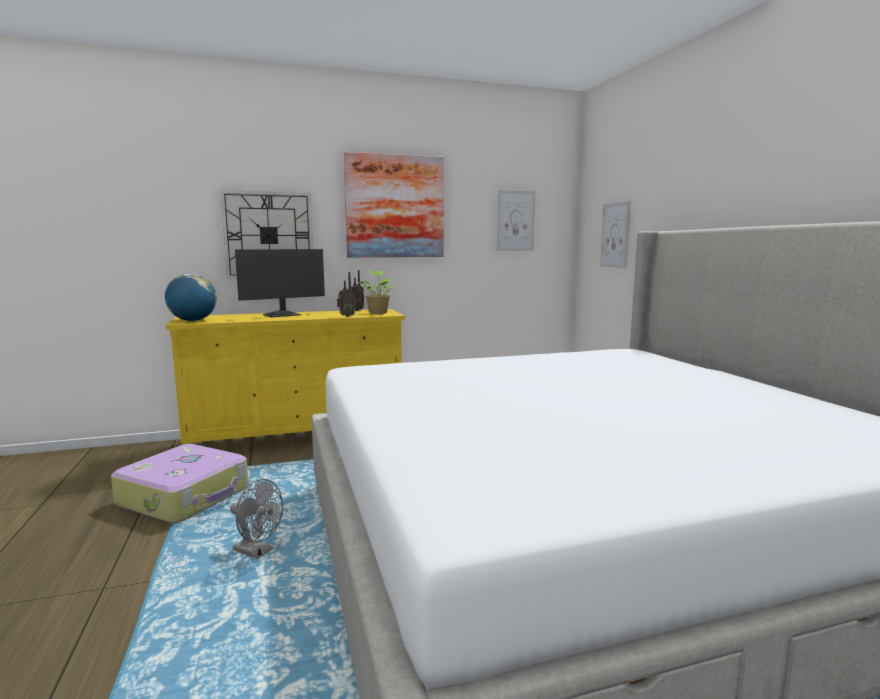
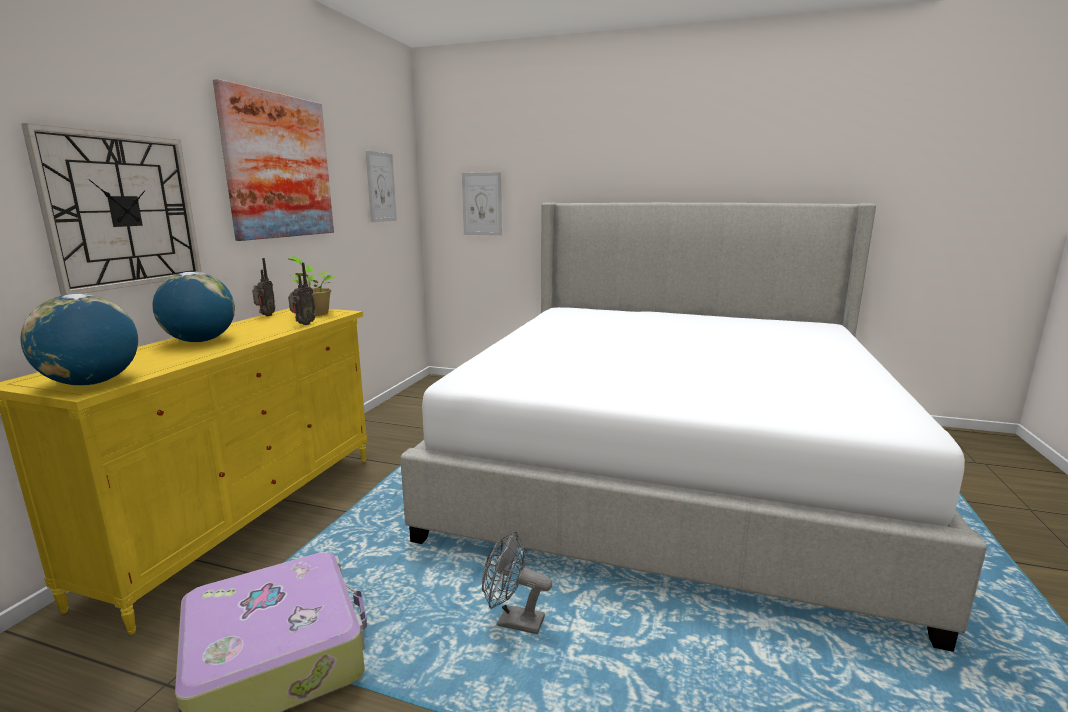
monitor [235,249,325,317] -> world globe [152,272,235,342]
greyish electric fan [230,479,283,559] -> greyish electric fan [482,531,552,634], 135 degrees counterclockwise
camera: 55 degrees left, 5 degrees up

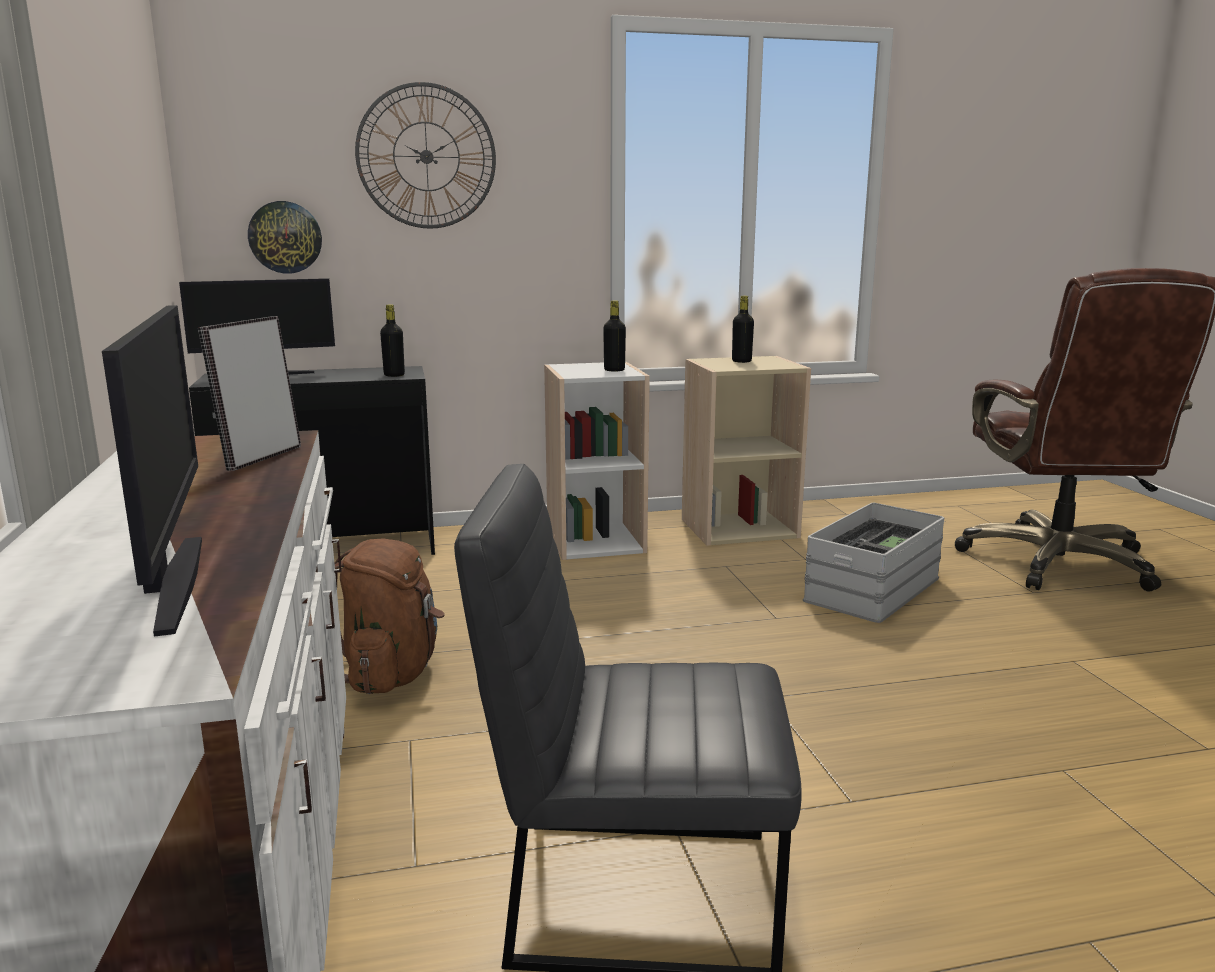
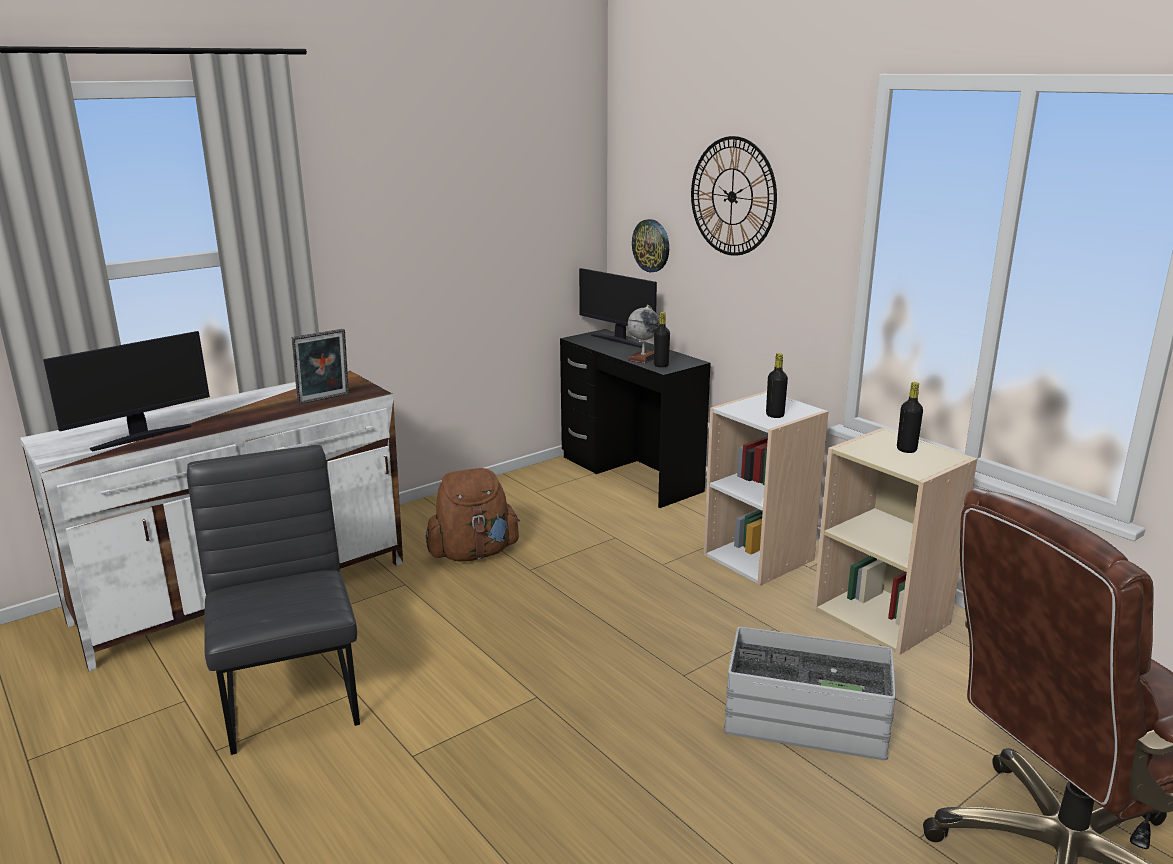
none -> world globe [627,305,659,363]
picture frame [198,316,301,471] -> picture frame [291,329,349,405], 150 degrees clockwise
camera: 65 degrees right, 5 degrees up

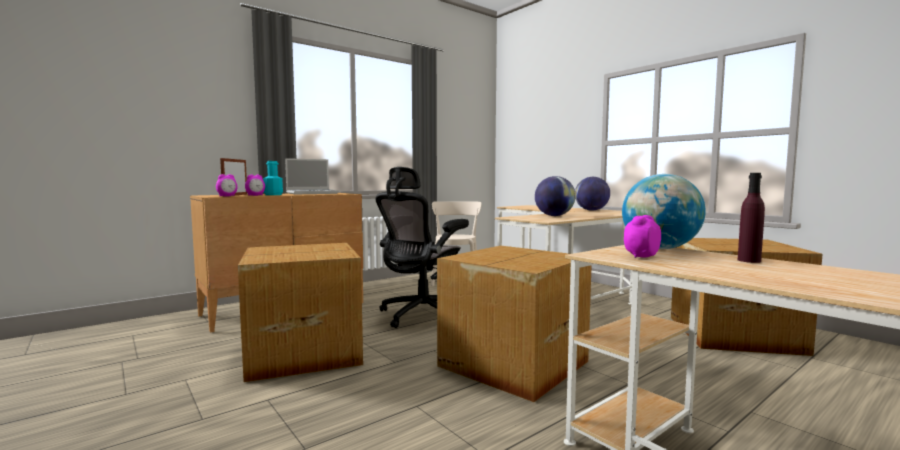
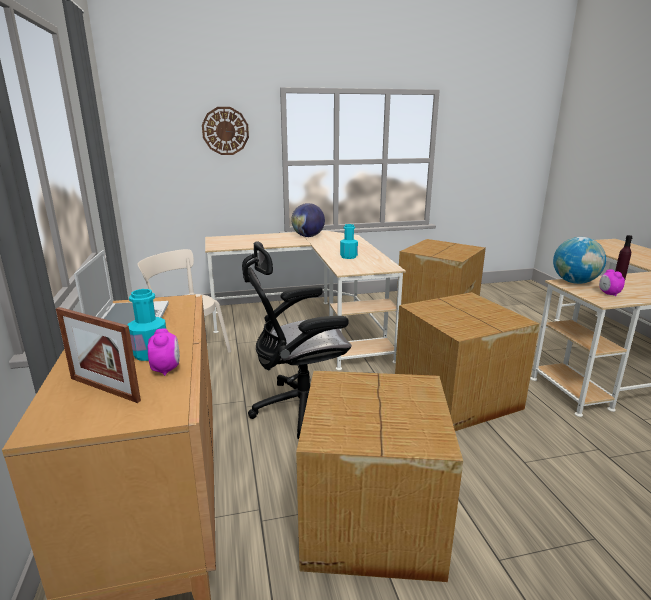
bedside clock [216,174,238,197] -> none
none -> clock on the wall [202,107,249,155]
world globe [535,176,576,216] -> turquoise-coloured drink bottle [340,224,358,259]
office chair [375,167,469,328] -> office chair [242,241,352,439], 105 degrees clockwise
camera: 65 degrees left, 15 degrees up

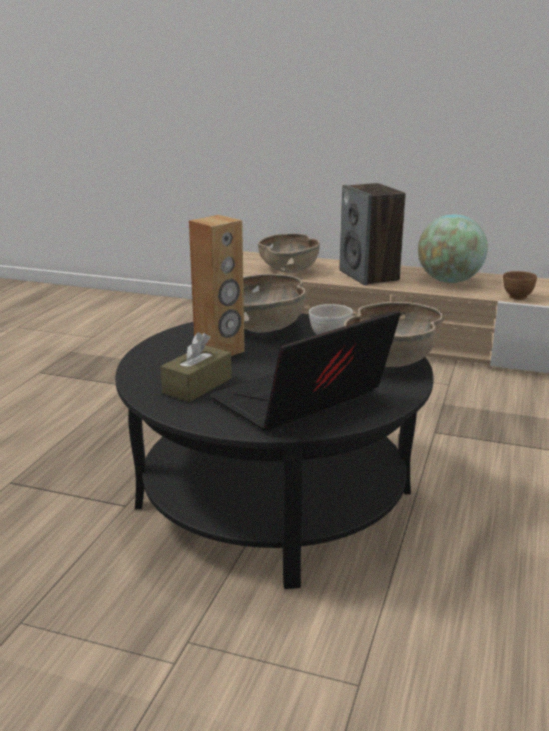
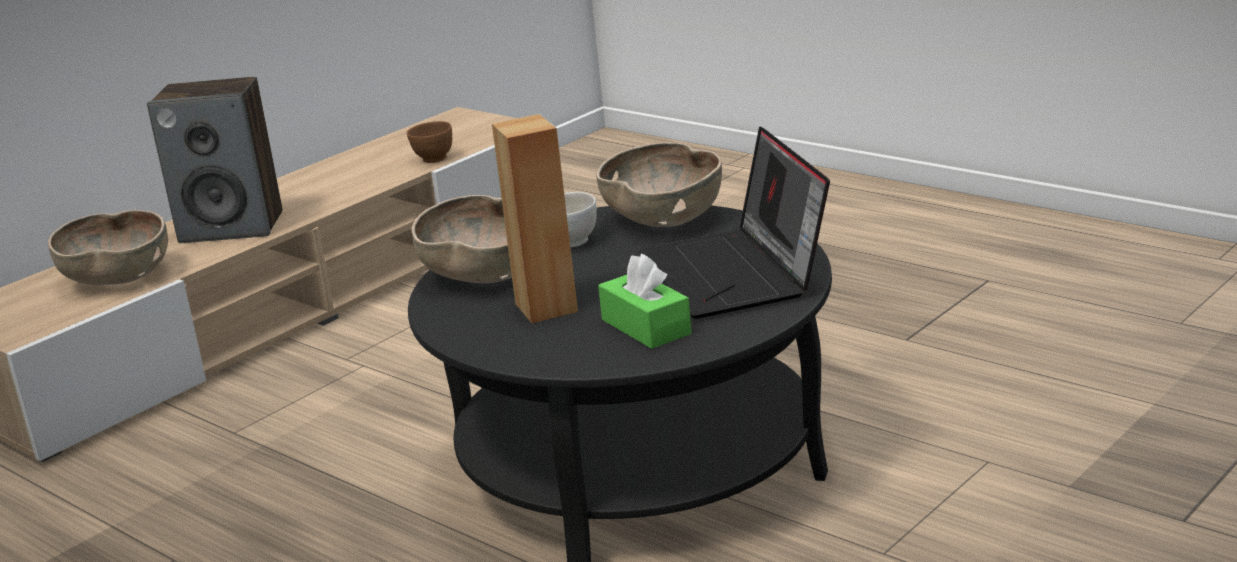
world globe [418,214,488,283] -> none
brown tissue box [160,332,232,402] -> greenish tissue box [598,254,692,349]
camera: 65 degrees left, 0 degrees up

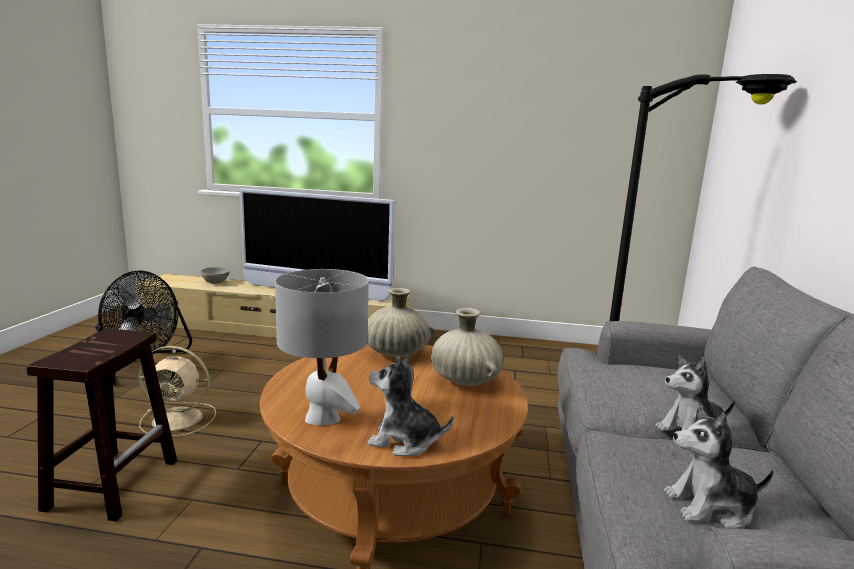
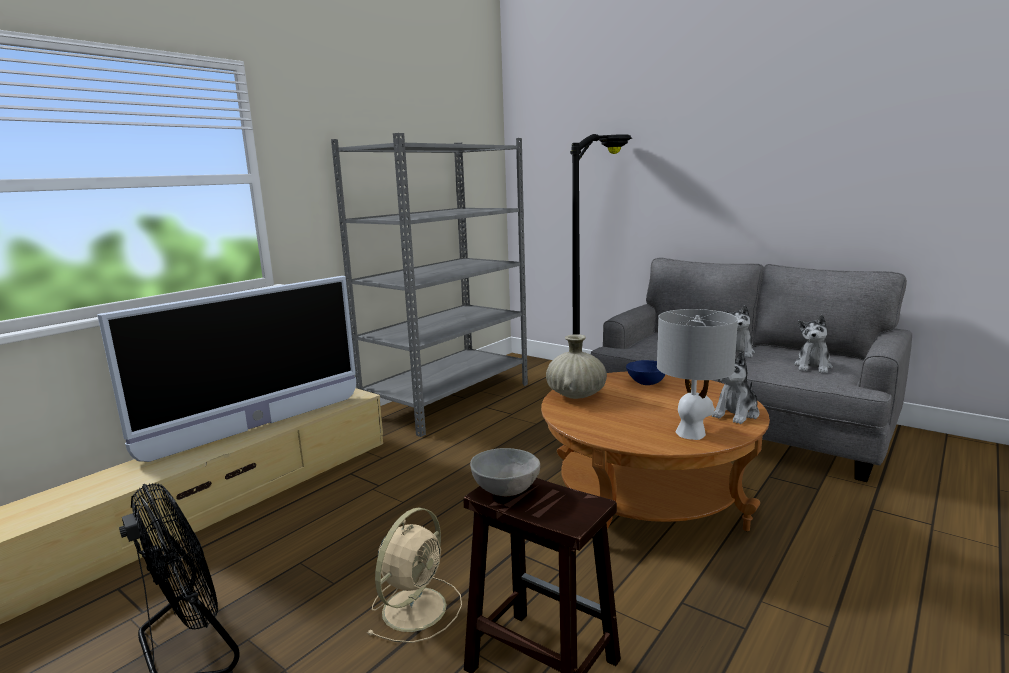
none -> greyish bookshelf [331,133,528,437]
greyish serving bowl [200,267,230,284] -> greyish serving bowl [470,448,540,496], relocated
beige vase [431,308,504,386] -> blue serving bowl [626,360,666,385]
camera: 60 degrees left, 0 degrees up

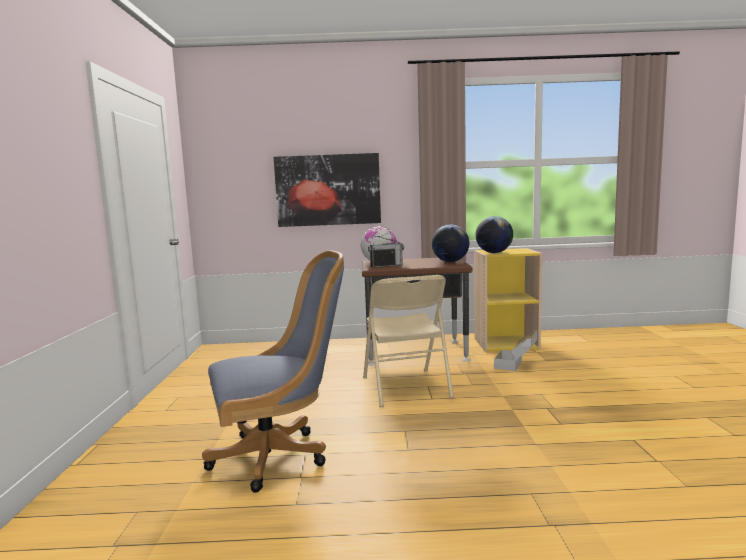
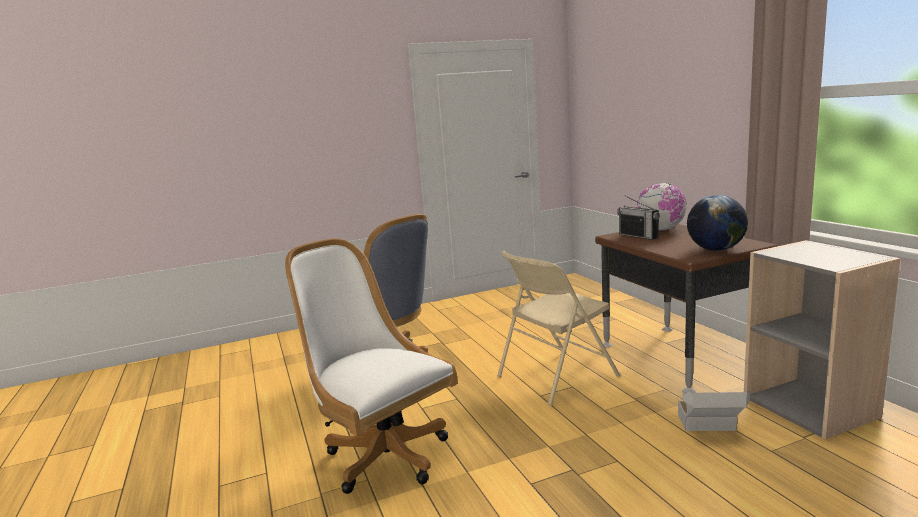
wall picture [274,153,381,227] -> none
world globe [475,216,513,253] -> none
none -> white office chair [285,238,458,494]
yellow bookshelf [474,248,542,352] -> greyish bookshelf [744,240,900,440]
camera: 70 degrees right, 5 degrees up

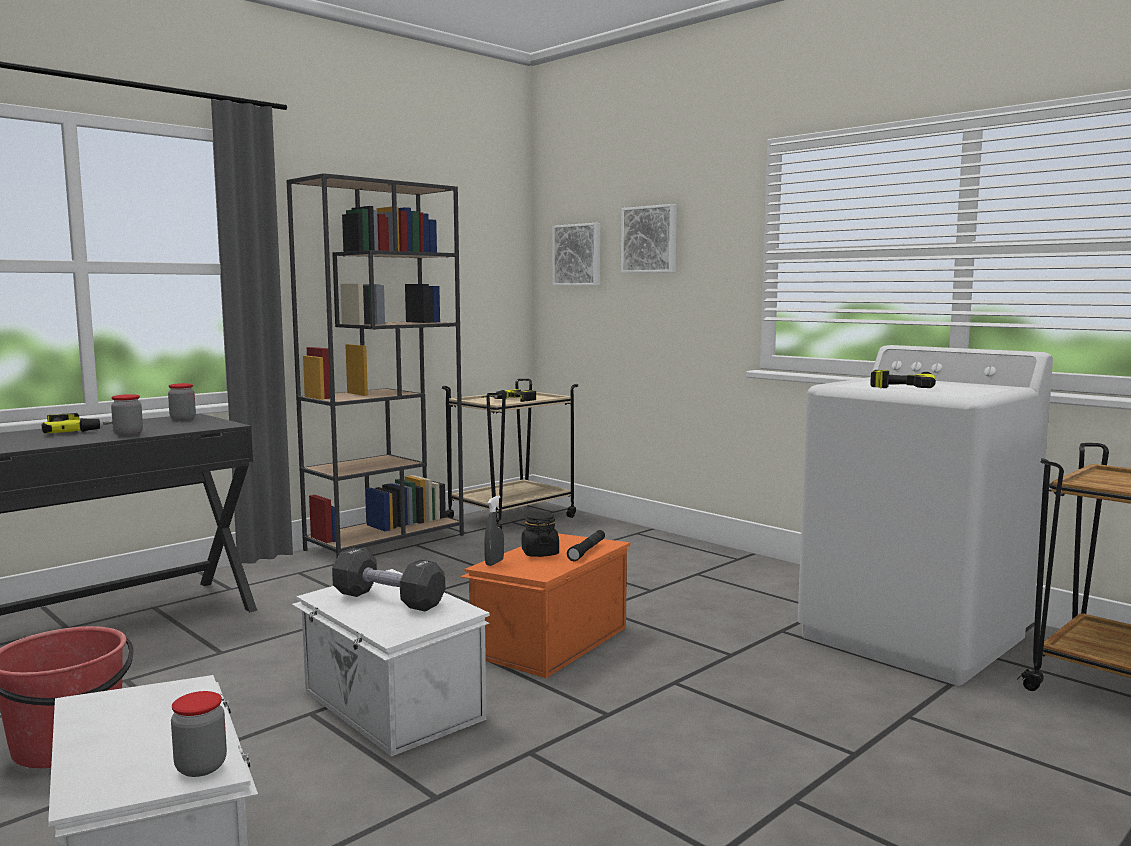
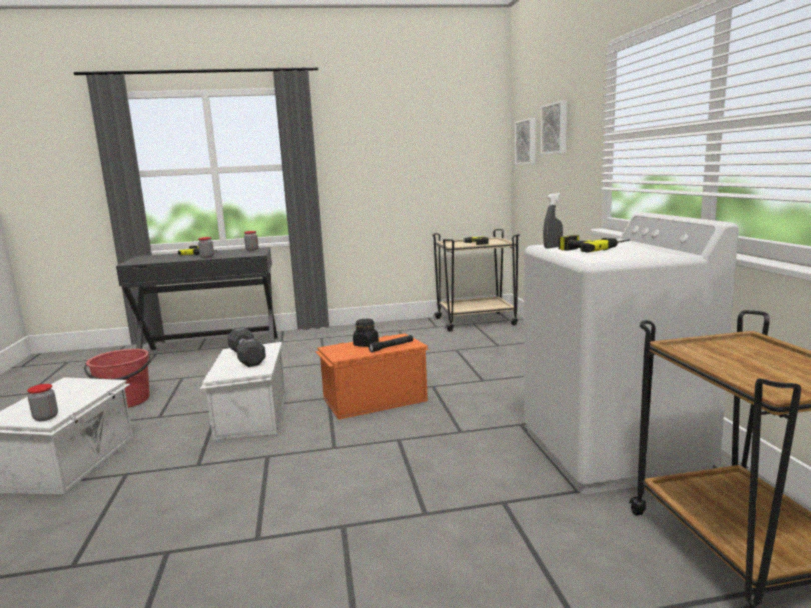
bookshelf [287,173,464,558] -> none
greyish sprayer [484,496,504,566] -> greyish sprayer [543,193,563,249], relocated
camera: 35 degrees right, 5 degrees up

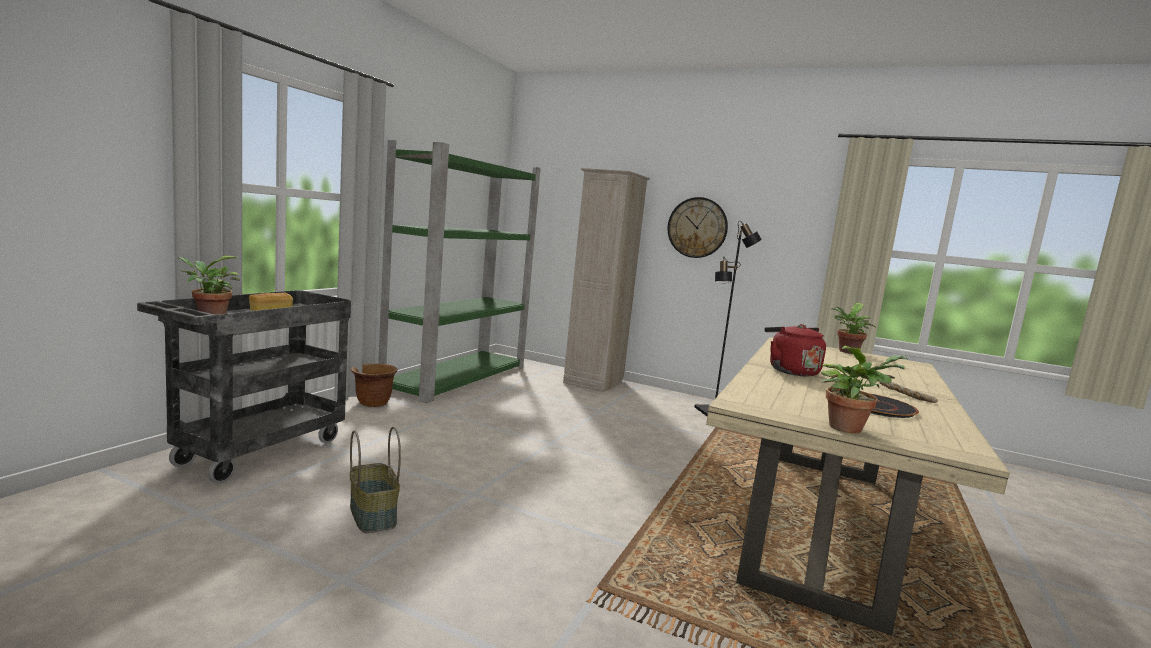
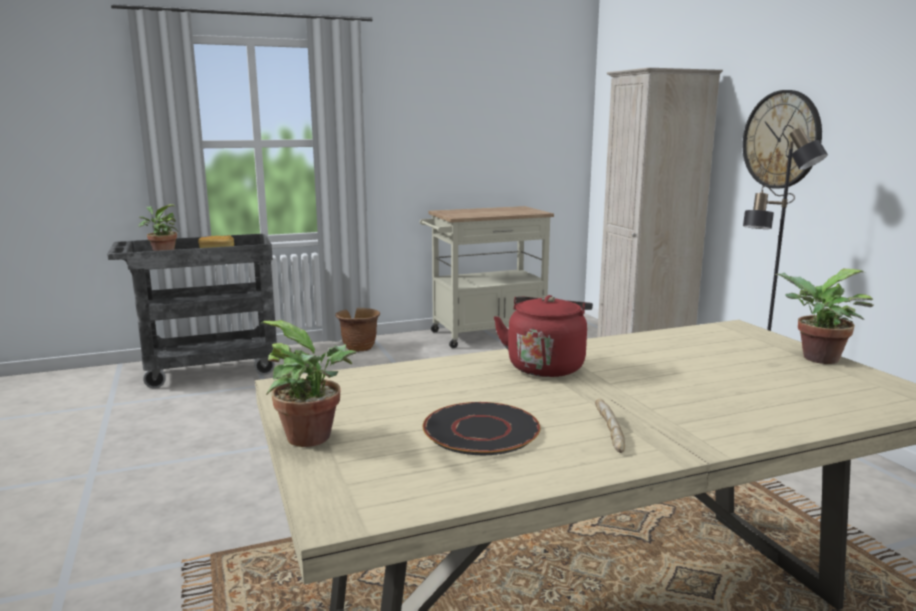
household basket [350,427,401,533] -> none
greenish bookshelf [378,140,541,403] -> beige cart [420,206,554,348]
camera: 45 degrees right, 5 degrees up

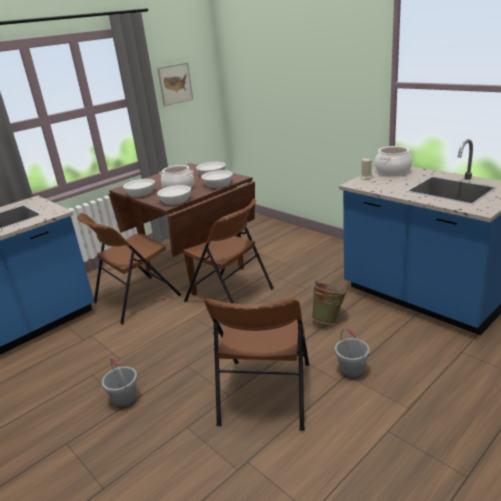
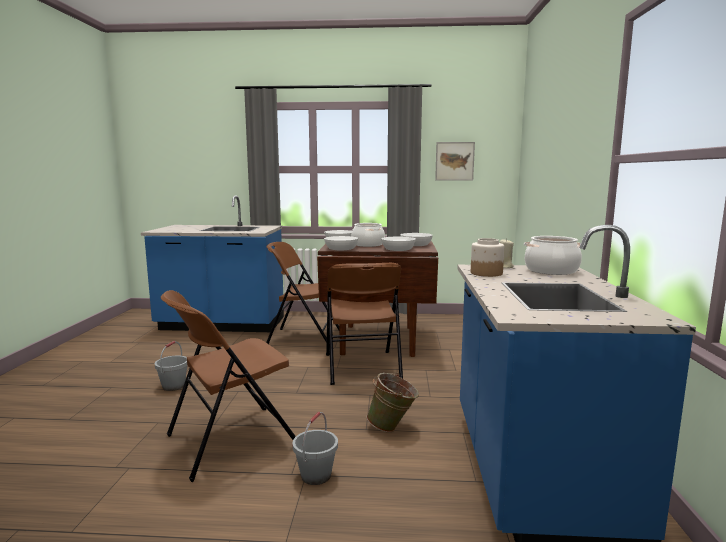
none -> storage jar [471,238,504,277]
camera: 45 degrees right, 15 degrees down

